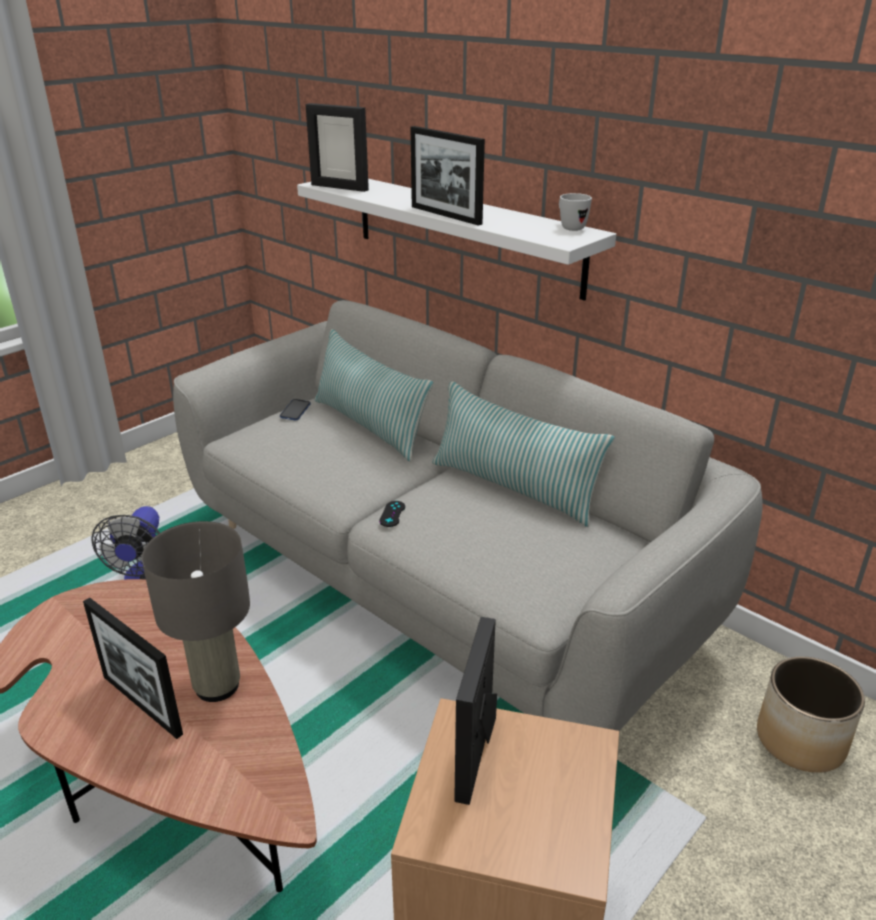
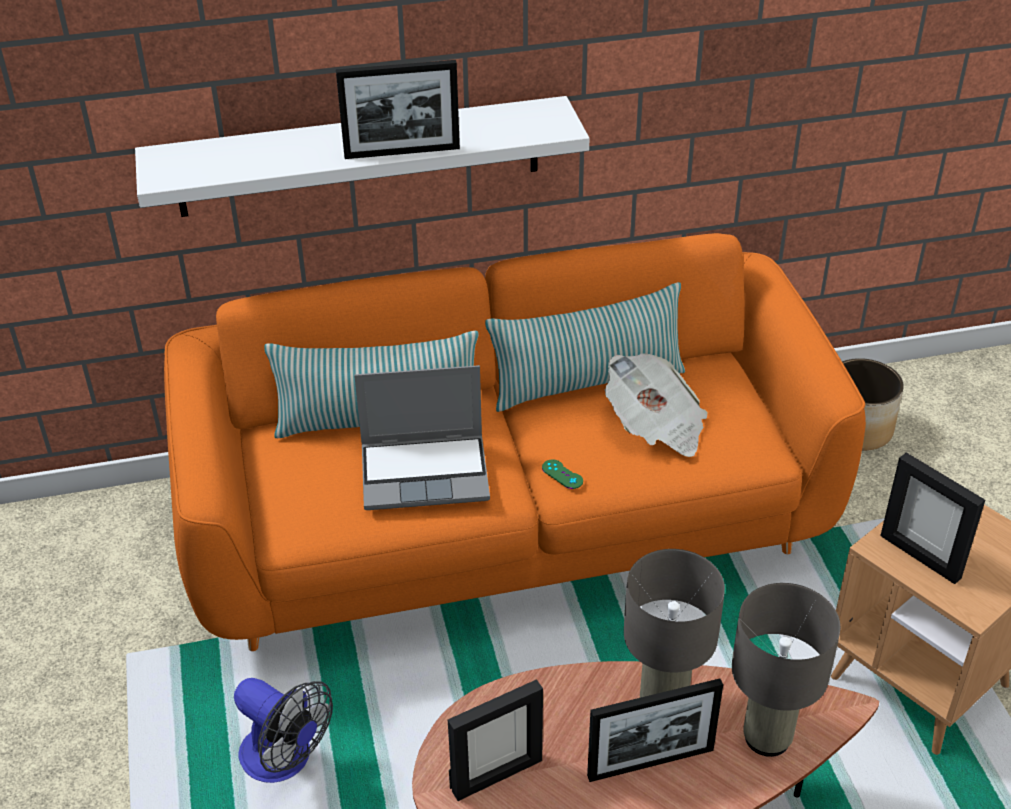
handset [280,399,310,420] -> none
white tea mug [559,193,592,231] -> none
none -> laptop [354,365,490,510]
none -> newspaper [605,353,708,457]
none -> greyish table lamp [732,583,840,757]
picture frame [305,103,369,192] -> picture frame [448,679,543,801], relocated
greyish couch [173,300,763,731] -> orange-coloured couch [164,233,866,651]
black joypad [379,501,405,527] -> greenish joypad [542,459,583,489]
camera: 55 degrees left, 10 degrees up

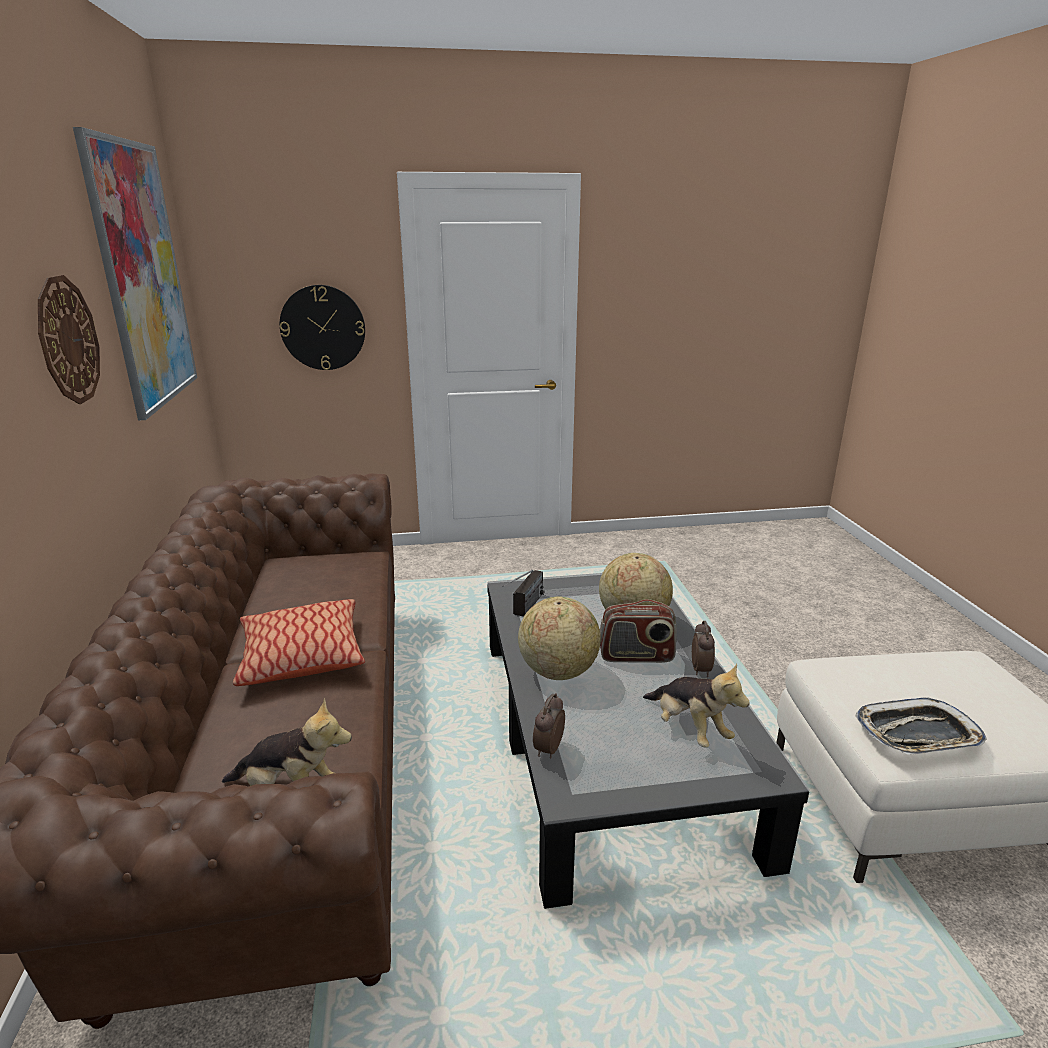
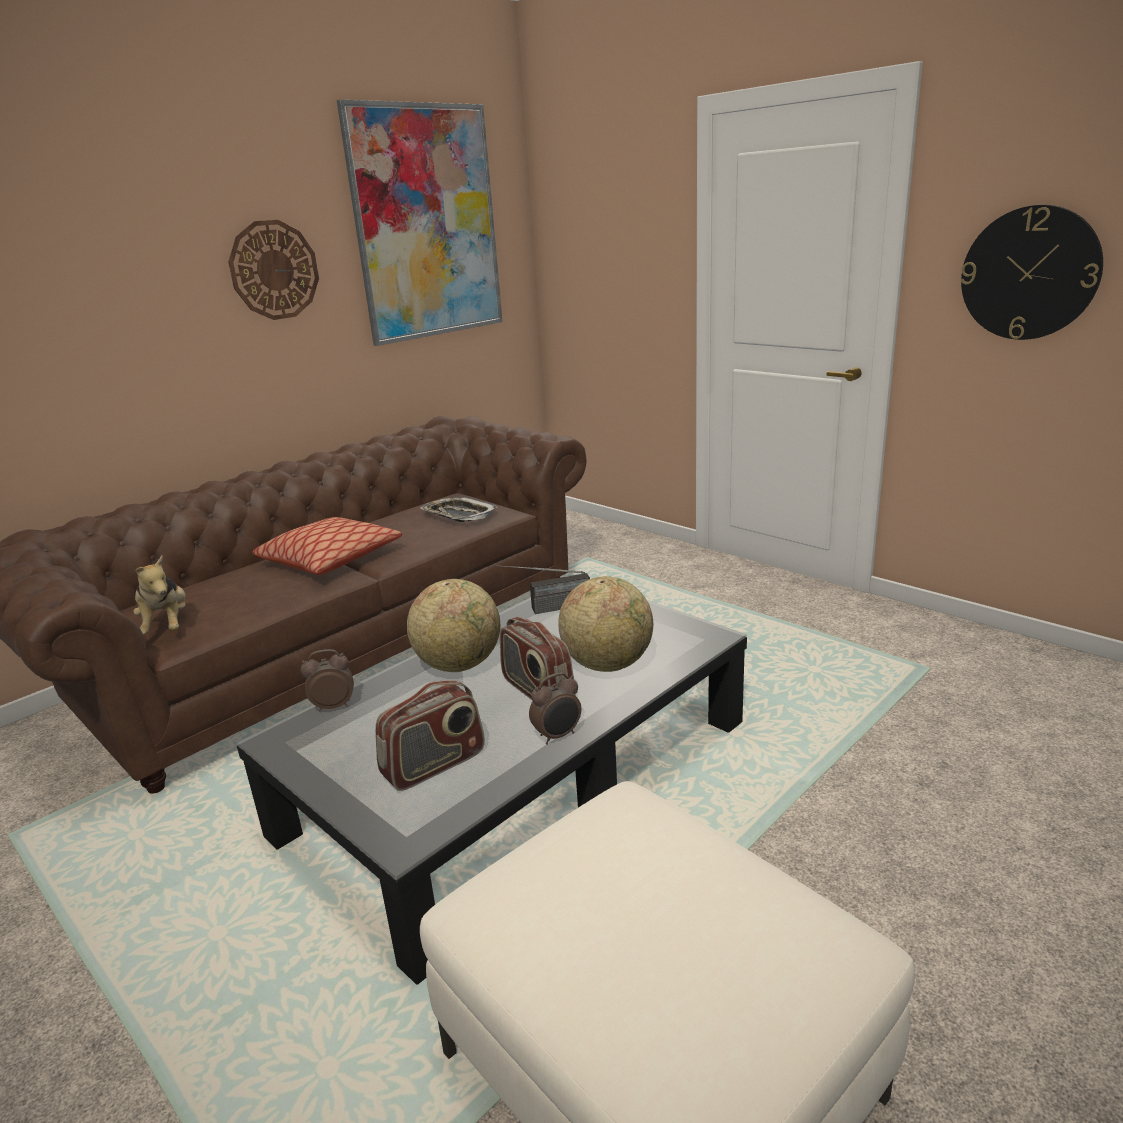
clock on the wall [280,285,365,370] -> clock on the wall [961,205,1103,340], relocated
carrying tray [855,698,986,755] -> carrying tray [420,497,498,522], relocated
cuddly toy [643,664,750,748] -> radio [375,680,485,791]
camera: 55 degrees right, 0 degrees up

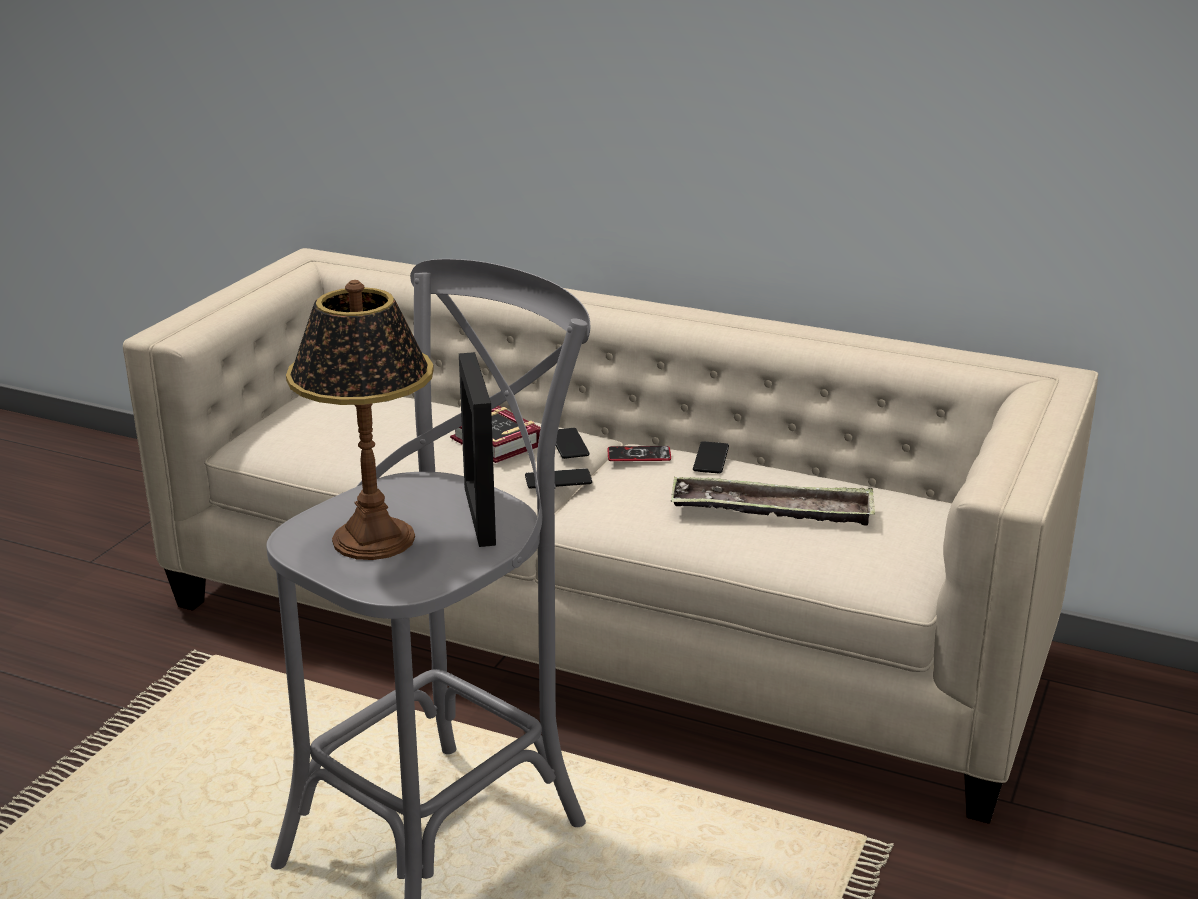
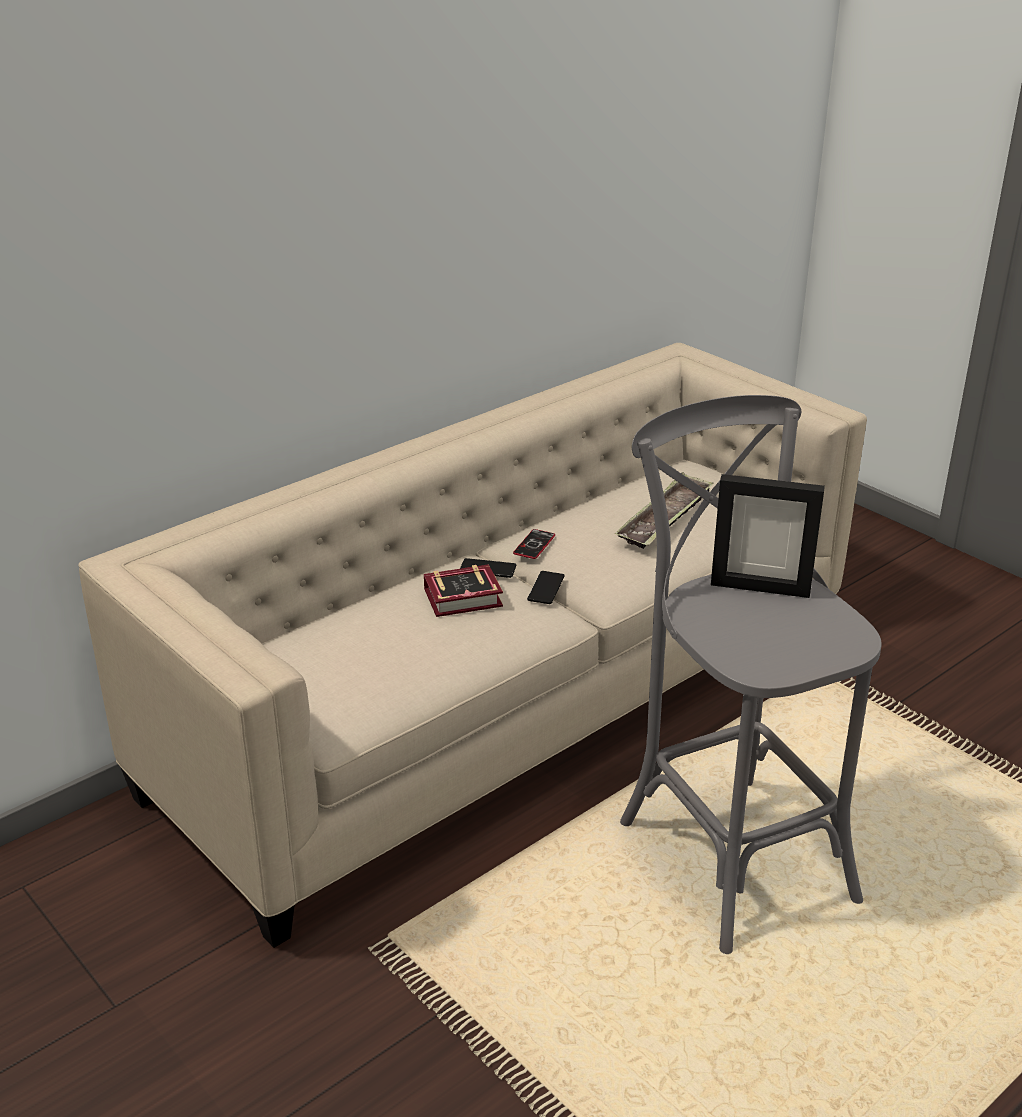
table lamp [286,280,434,560] -> none
handset [693,441,729,474] -> none
camera: 65 degrees left, 5 degrees up

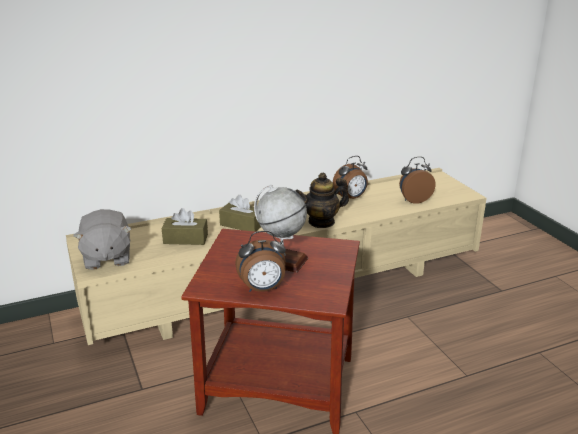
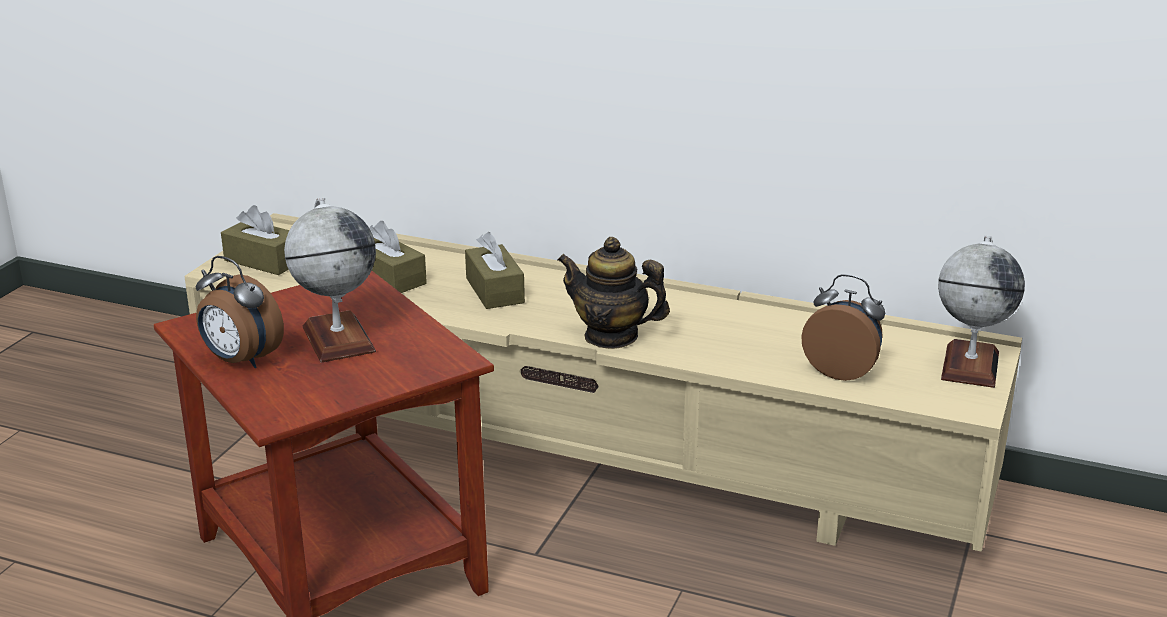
bedside clock [333,156,368,199] -> none
none -> world globe [938,235,1025,388]
greyish cuddly toy [73,209,132,270] -> brown tissue box [221,205,289,275]
camera: 45 degrees right, 0 degrees up

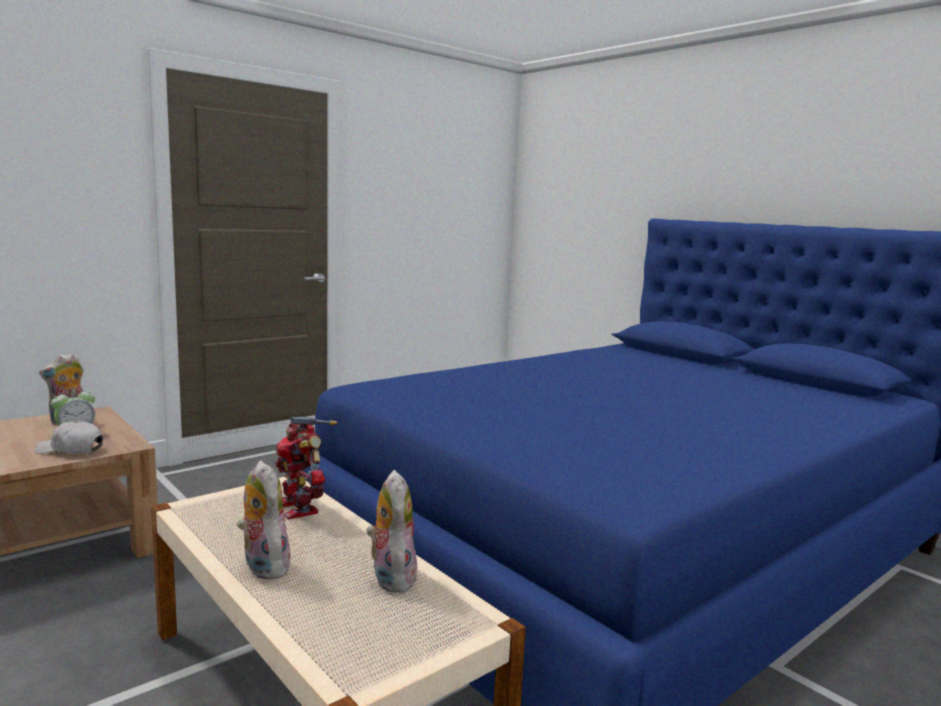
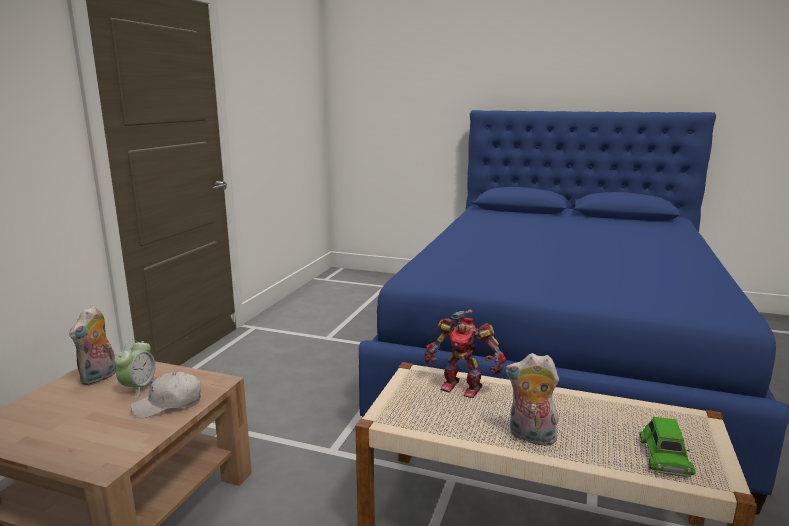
cuddly toy [367,470,417,593] -> none
none -> greenish toy car [639,417,696,477]
camera: 30 degrees left, 5 degrees up

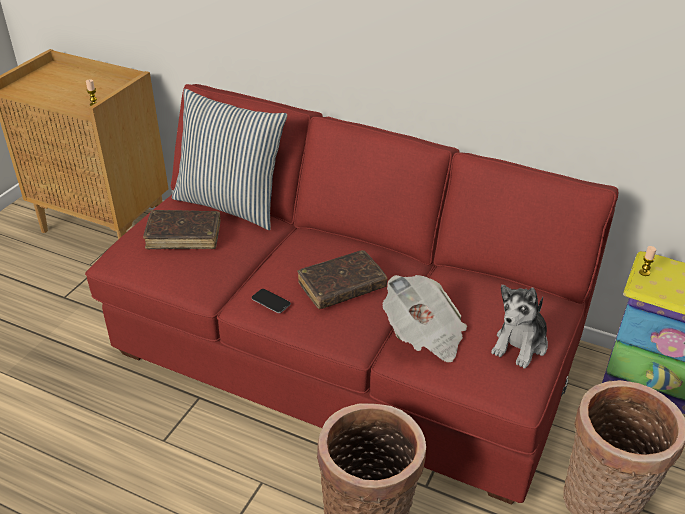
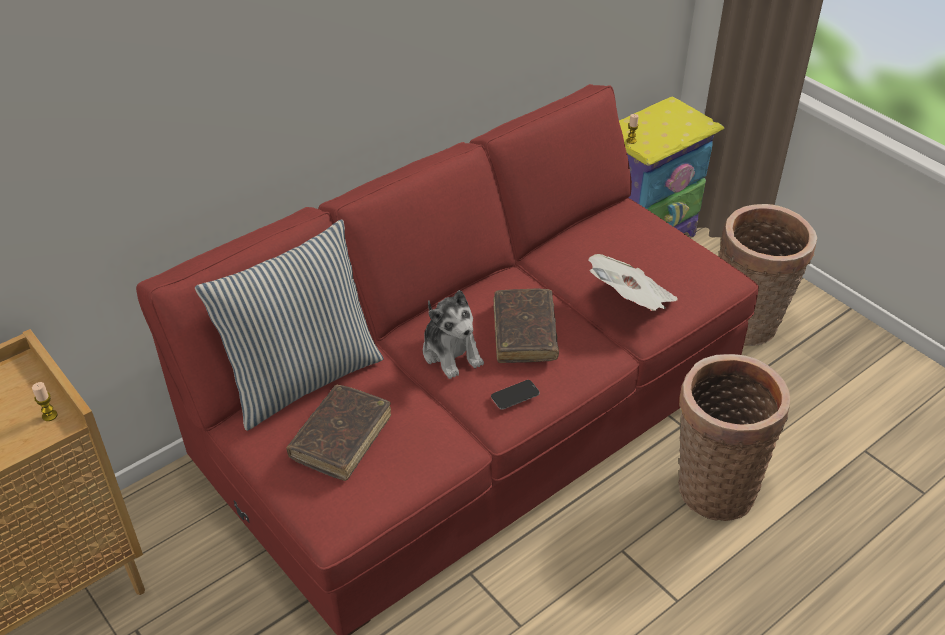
cuddly toy [491,285,548,368] -> cuddly toy [423,290,484,379], relocated
camera: 65 degrees left, 5 degrees up

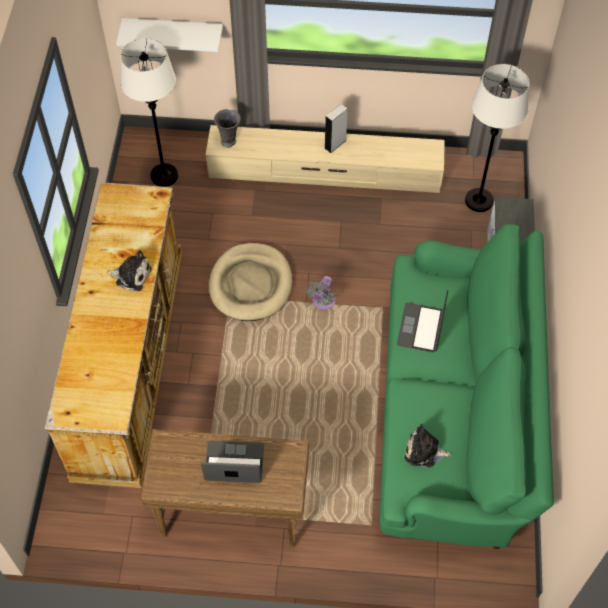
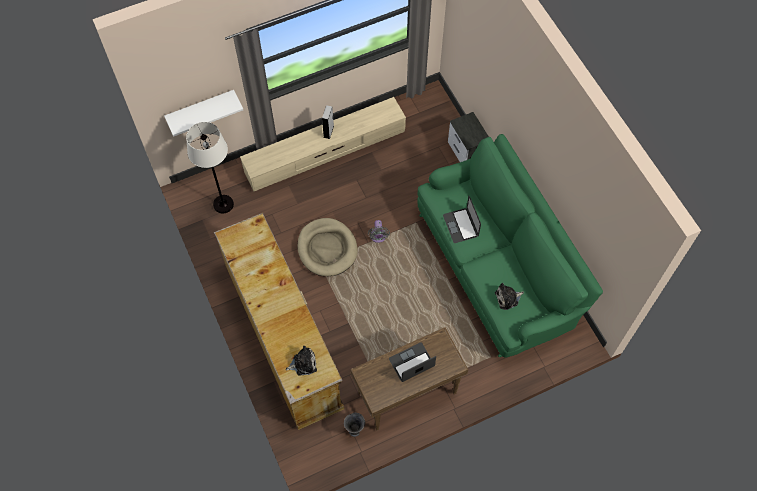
white standing lamp [465,64,530,212] -> none
cuddly toy [107,250,152,291] -> cuddly toy [286,346,317,376], relocated
greyish vase [214,109,241,148] -> greyish vase [344,412,365,437], relocated
camera: 30 degrees left, 5 degrees up

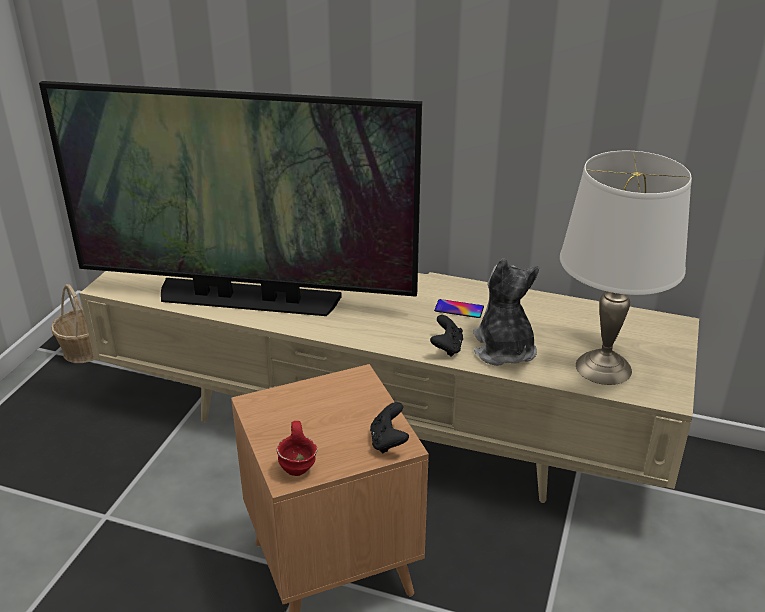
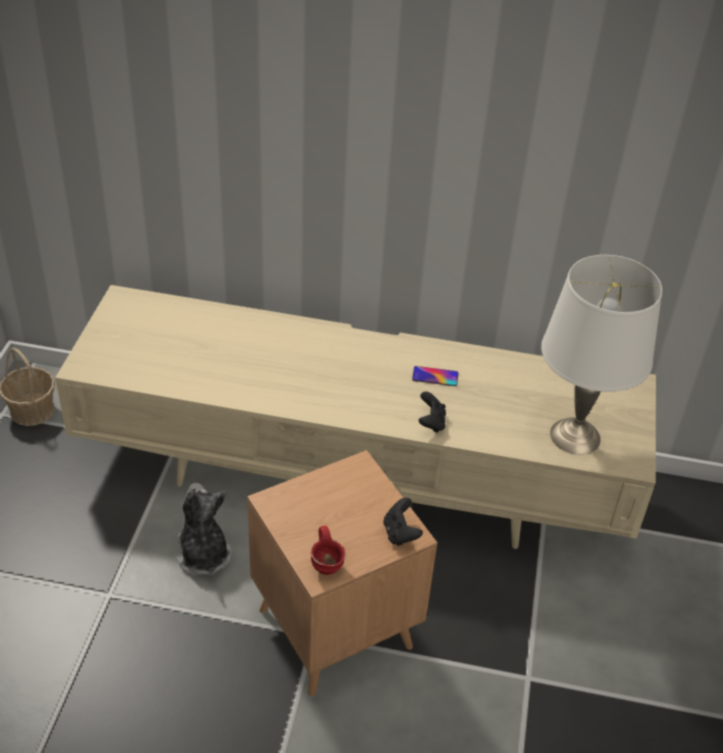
TV set [39,81,422,316] -> none
cuddly toy [473,258,539,366] -> cuddly toy [176,483,232,575], relocated
camera: 10 degrees left, 10 degrees up

